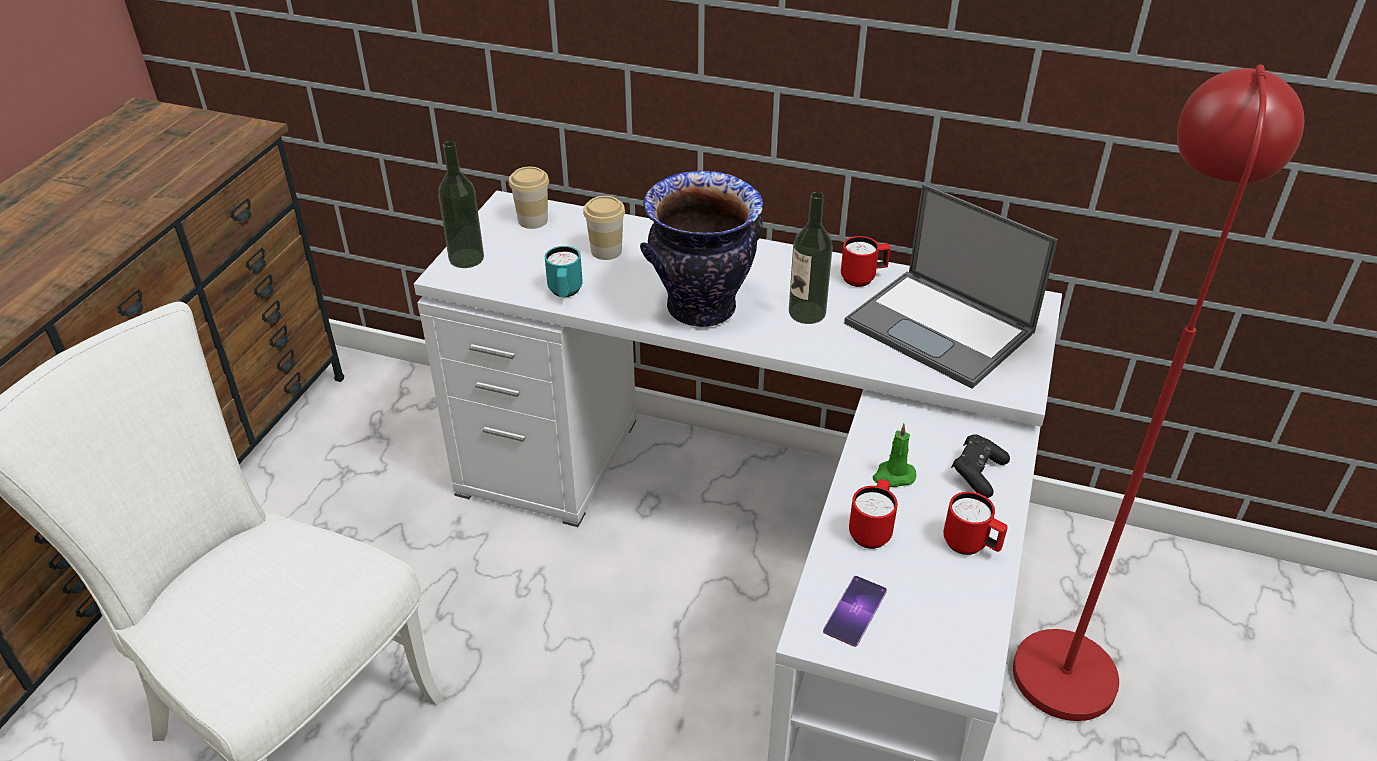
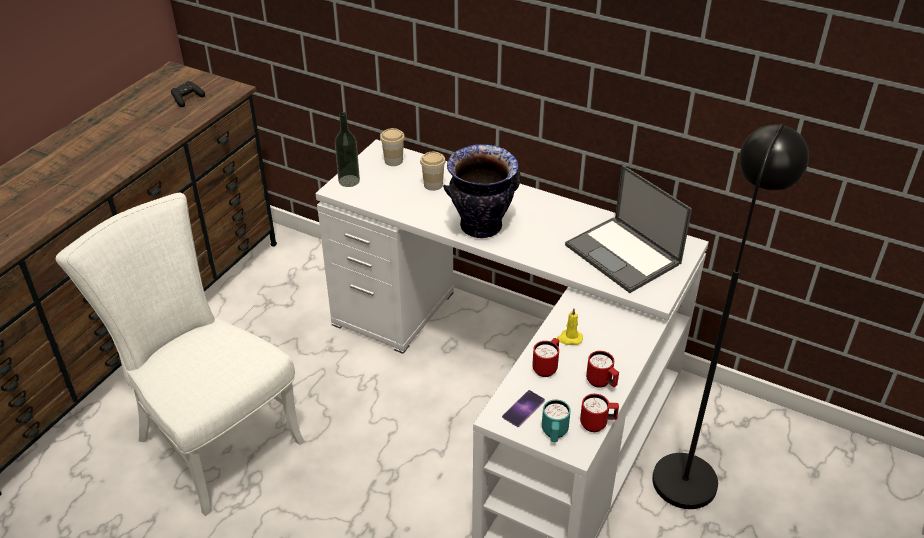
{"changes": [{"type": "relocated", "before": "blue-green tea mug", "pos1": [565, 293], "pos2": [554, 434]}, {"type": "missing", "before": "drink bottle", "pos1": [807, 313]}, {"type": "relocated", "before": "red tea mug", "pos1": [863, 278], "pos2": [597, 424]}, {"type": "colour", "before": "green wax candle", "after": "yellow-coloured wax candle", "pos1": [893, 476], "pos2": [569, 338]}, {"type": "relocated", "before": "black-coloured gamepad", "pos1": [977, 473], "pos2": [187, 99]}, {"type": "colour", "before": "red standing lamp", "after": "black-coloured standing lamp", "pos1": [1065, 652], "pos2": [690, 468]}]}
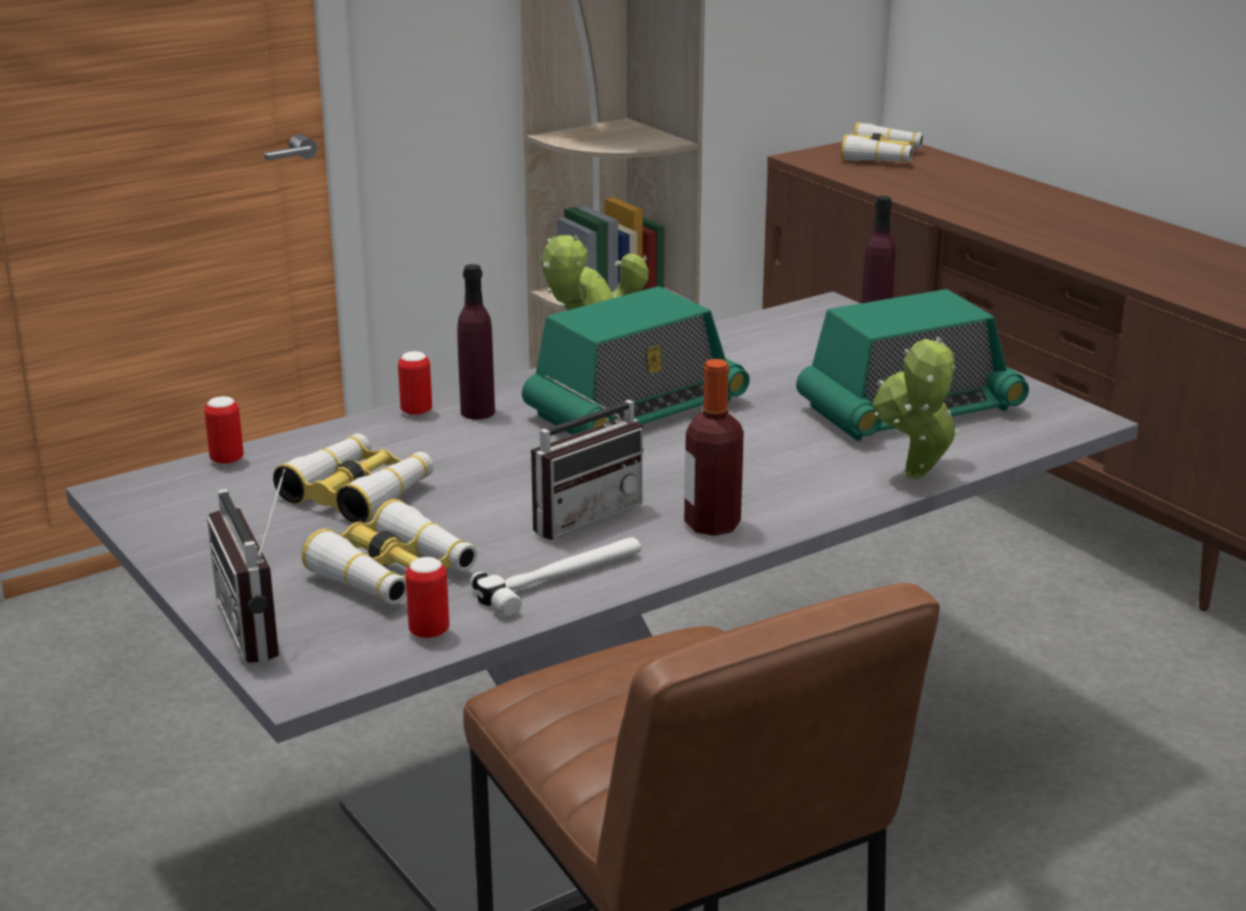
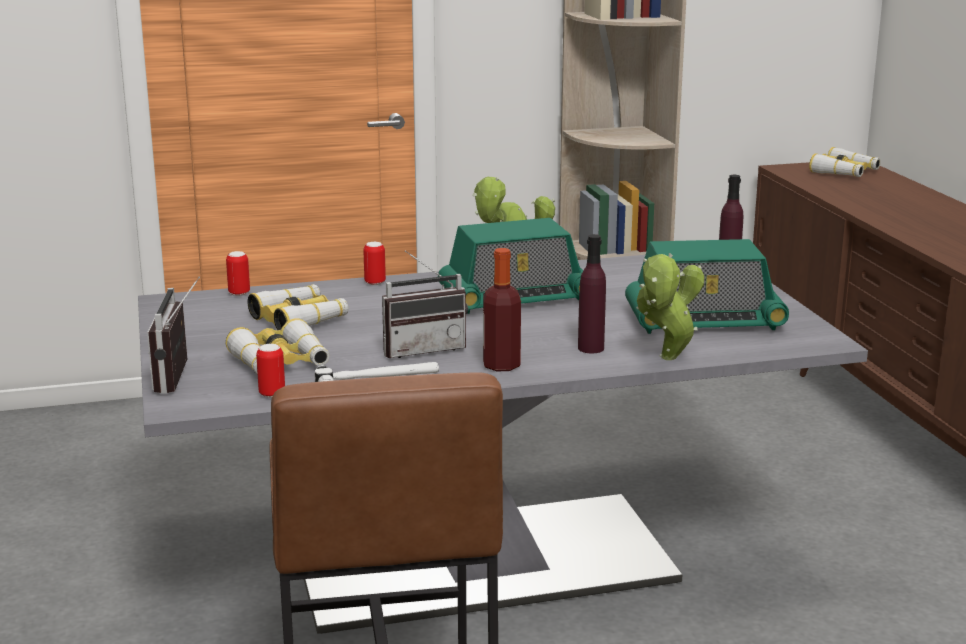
{"changes": [{"type": "relocated", "before": "purple drink bottle", "pos1": [477, 412], "pos2": [590, 348]}]}
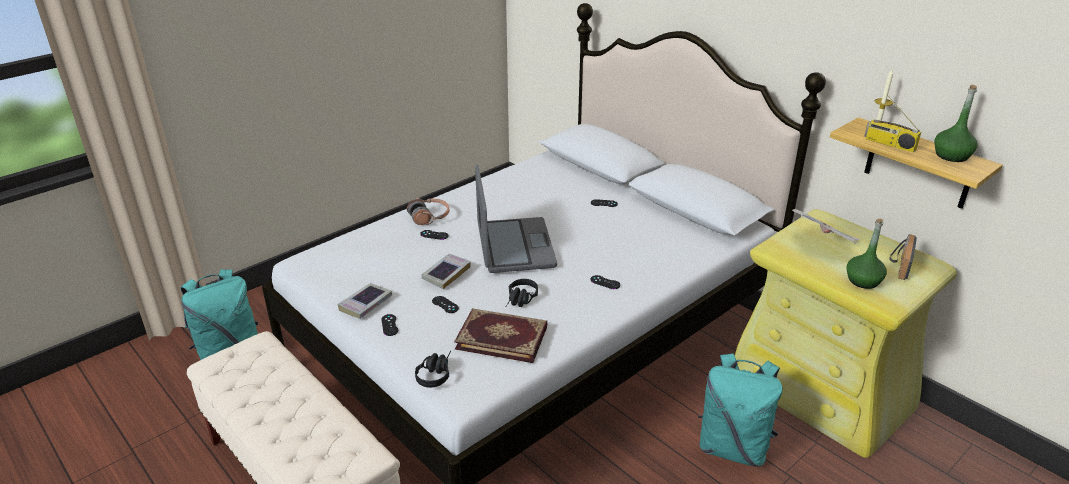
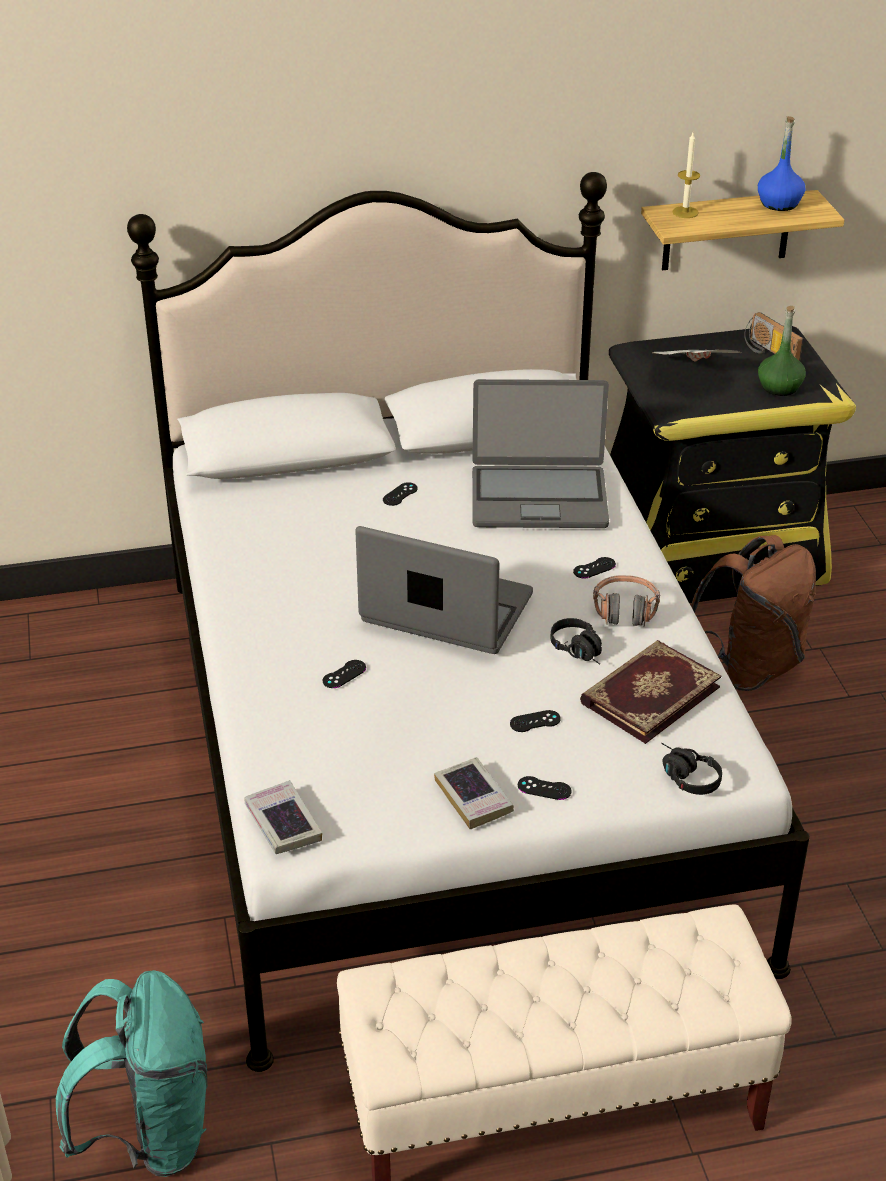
{"changes": [{"type": "relocated", "before": "headphones", "pos1": [429, 217], "pos2": [625, 610]}, {"type": "relocated", "before": "book", "pos1": [446, 274], "pos2": [283, 823]}, {"type": "colour", "before": "blue-green rucksack", "after": "brownish rucksack", "pos1": [733, 447], "pos2": [750, 667]}, {"type": "colour", "before": "yellow-coloured nightstand", "after": "black-coloured nightstand", "pos1": [822, 392], "pos2": [712, 558]}, {"type": "missing", "before": "radio", "pos1": [889, 144]}, {"type": "colour", "before": "green drink bottle", "after": "blue drink bottle", "pos1": [951, 156], "pos2": [779, 203]}, {"type": "appeared", "after": "laptop", "pos2": [538, 498]}]}
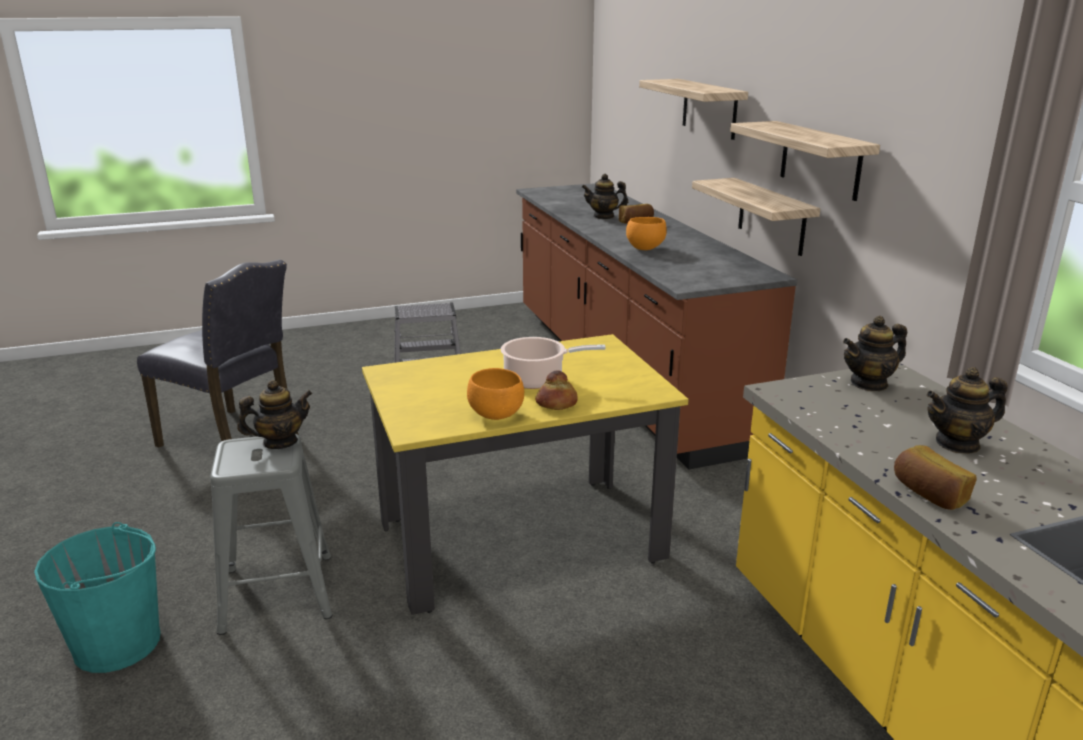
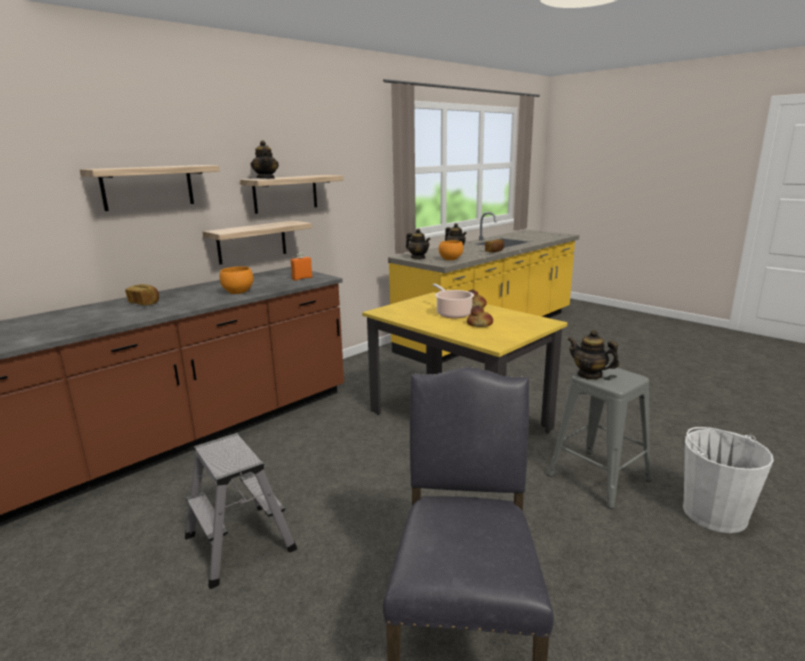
{"changes": [{"type": "colour", "before": "blue-green bucket", "after": "whitish bucket", "pos1": [118, 644], "pos2": [714, 513]}, {"type": "relocated", "before": "orange serving bowl", "pos1": [497, 415], "pos2": [450, 259]}, {"type": "relocated", "before": "pot for tea", "pos1": [603, 216], "pos2": [266, 178]}, {"type": "appeared", "after": "orange drink bottle", "pos2": [302, 278]}, {"type": "appeared", "after": "bakery bread", "pos2": [480, 324]}]}
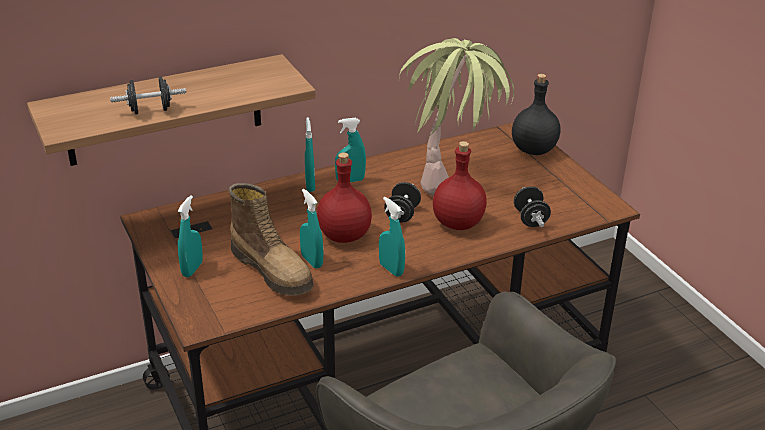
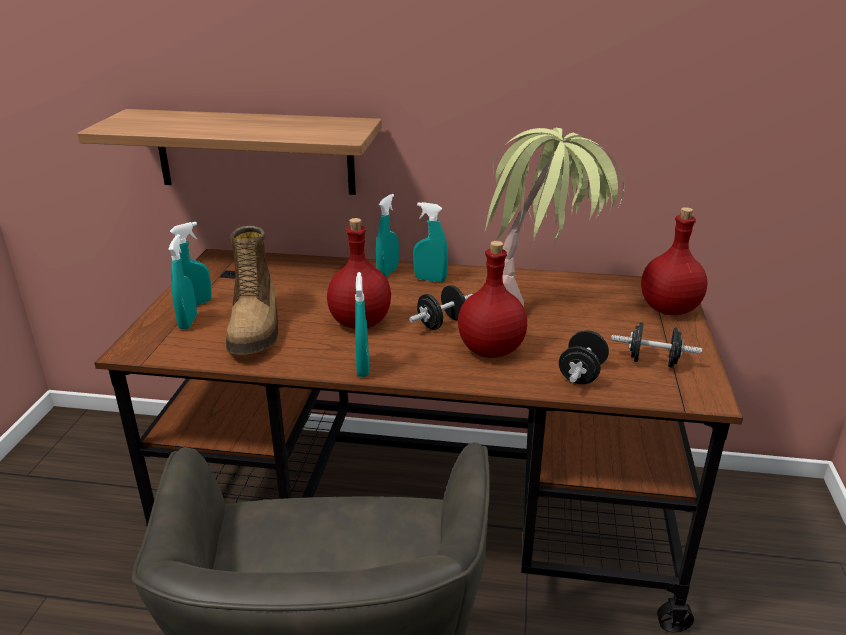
{"changes": [{"type": "relocated", "before": "black-coloured dumbbell", "pos1": [150, 110], "pos2": [652, 361]}, {"type": "relocated", "before": "blue-green hand sprayer", "pos1": [312, 261], "pos2": [188, 322]}, {"type": "colour", "before": "black-coloured drink bottle", "after": "red drink bottle", "pos1": [533, 149], "pos2": [668, 308]}]}
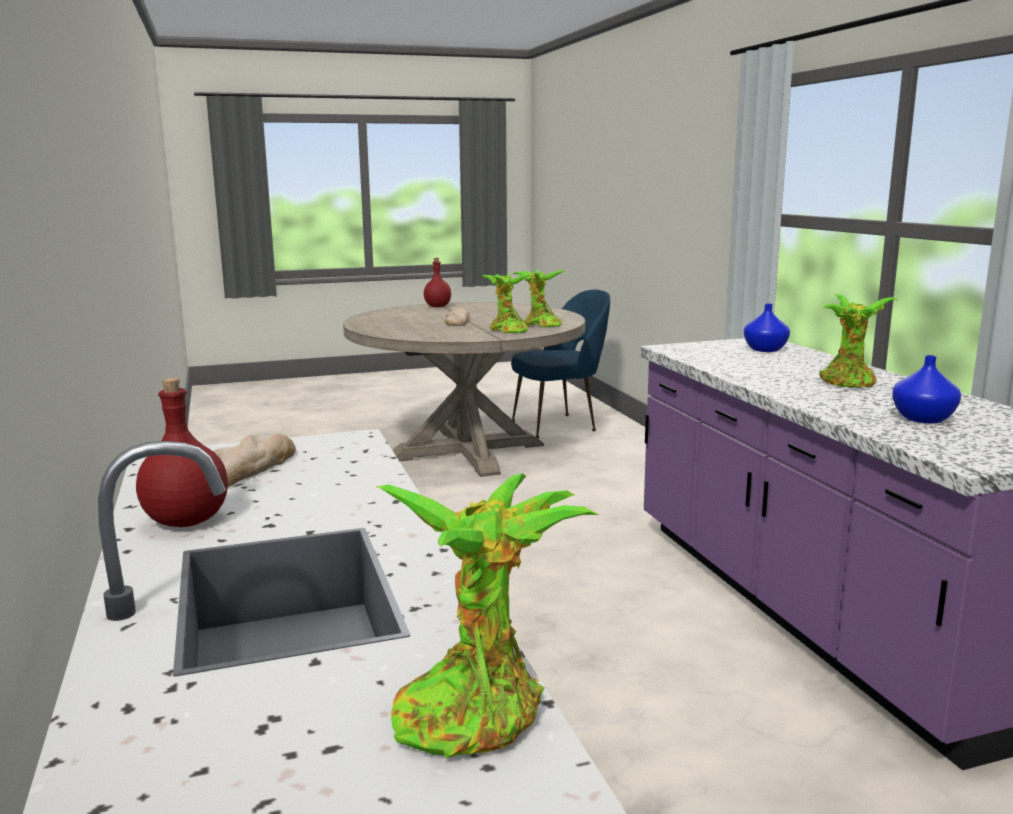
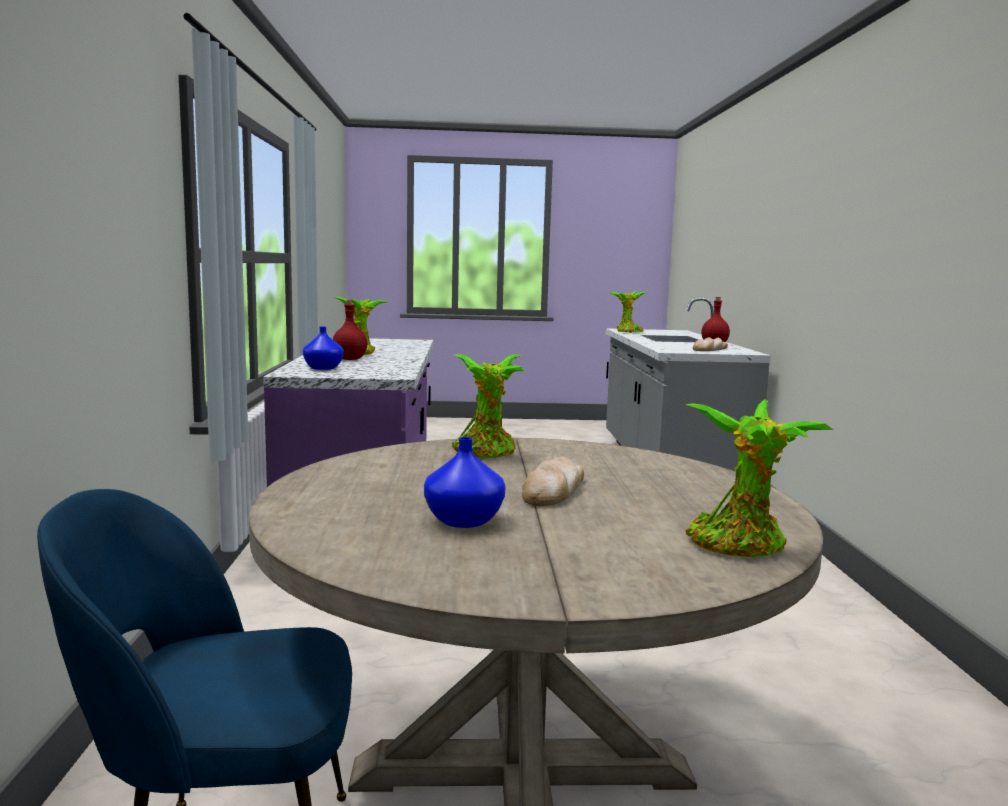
{"changes": [{"type": "relocated", "before": "red drink bottle", "pos1": [437, 306], "pos2": [350, 359]}, {"type": "relocated", "before": "potted plant", "pos1": [540, 325], "pos2": [740, 546]}, {"type": "relocated", "before": "blue vase", "pos1": [921, 418], "pos2": [464, 521]}]}
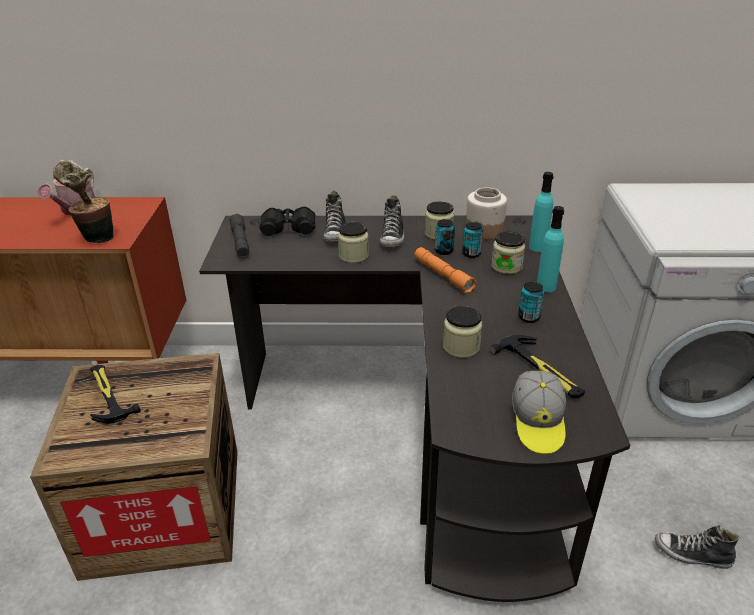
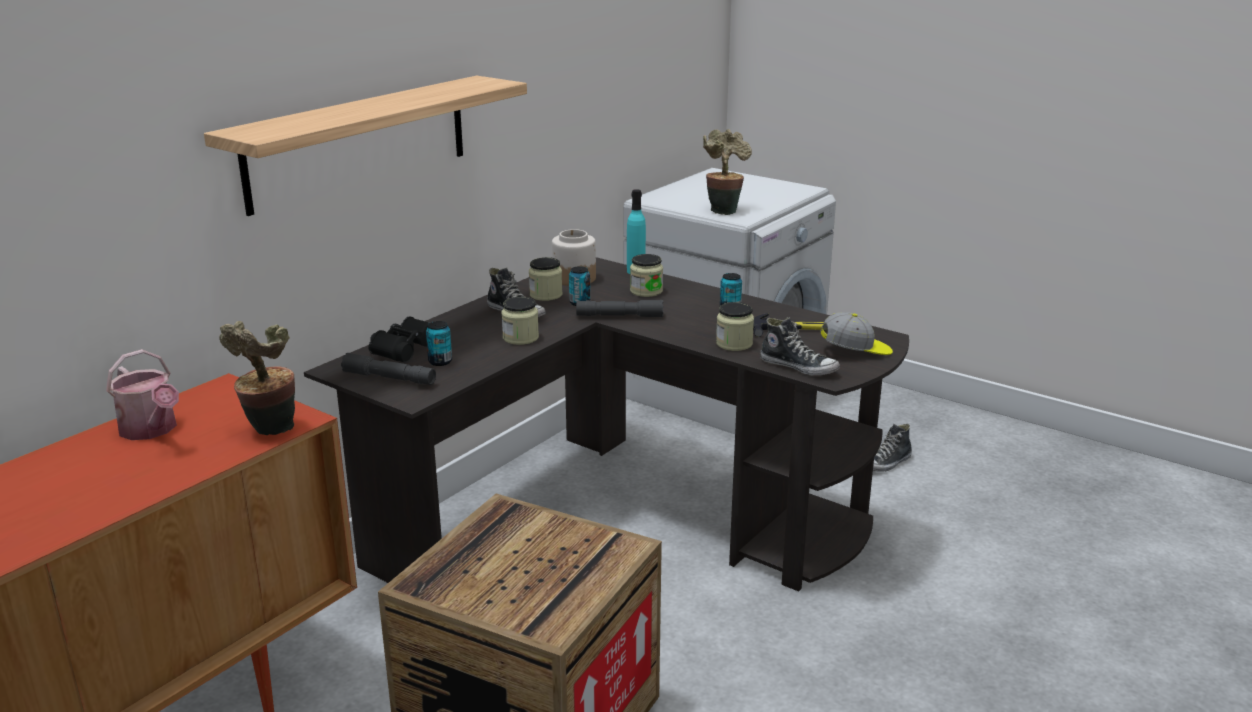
{"changes": [{"type": "missing", "before": "hammer", "pos1": [107, 395]}, {"type": "relocated", "before": "low shoe", "pos1": [336, 232], "pos2": [799, 367]}, {"type": "colour", "before": "orange torch", "after": "gray torch", "pos1": [443, 275], "pos2": [619, 316]}, {"type": "relocated", "before": "can", "pos1": [471, 254], "pos2": [440, 362]}, {"type": "spun", "before": "peaked cap", "pos1": [537, 423], "pos2": [855, 351], "turn": -45}, {"type": "missing", "before": "blue-green drink bottle", "pos1": [546, 287]}, {"type": "appeared", "after": "bracket shelf", "pos2": [359, 142]}, {"type": "appeared", "after": "potted plant", "pos2": [723, 210]}]}
